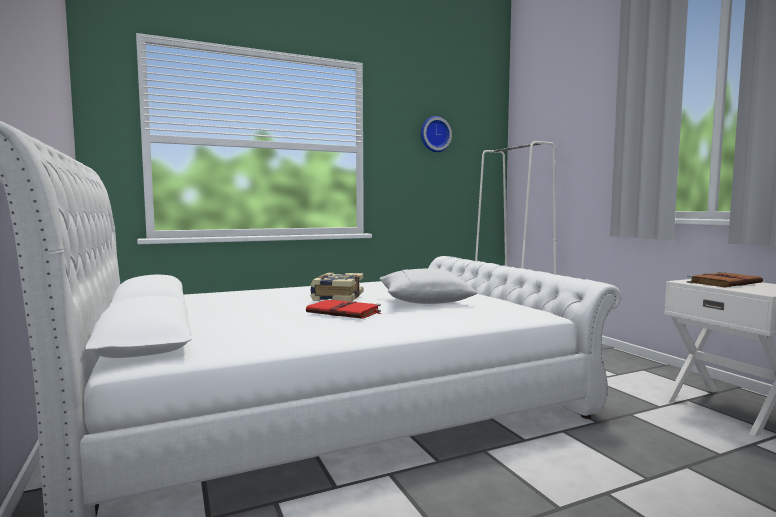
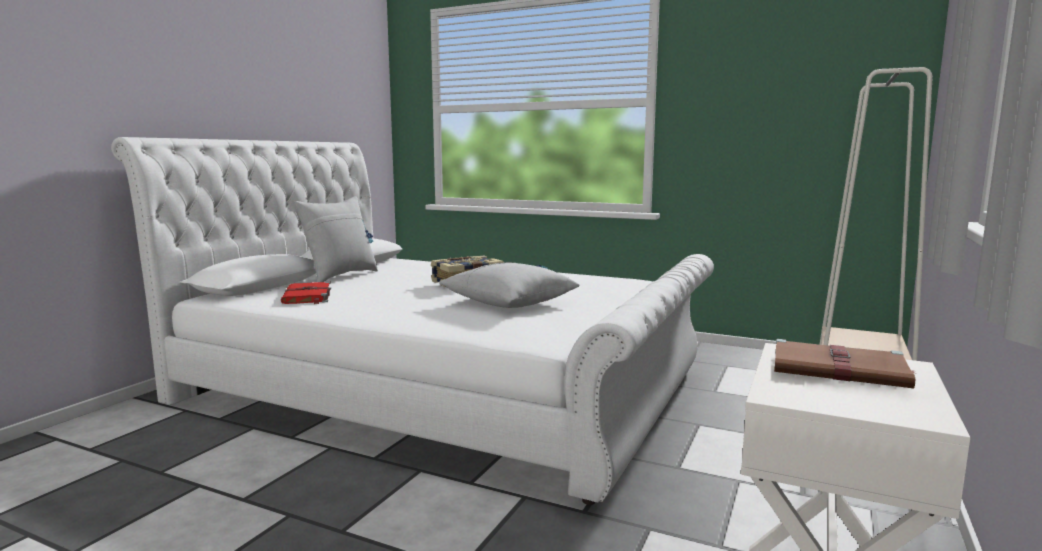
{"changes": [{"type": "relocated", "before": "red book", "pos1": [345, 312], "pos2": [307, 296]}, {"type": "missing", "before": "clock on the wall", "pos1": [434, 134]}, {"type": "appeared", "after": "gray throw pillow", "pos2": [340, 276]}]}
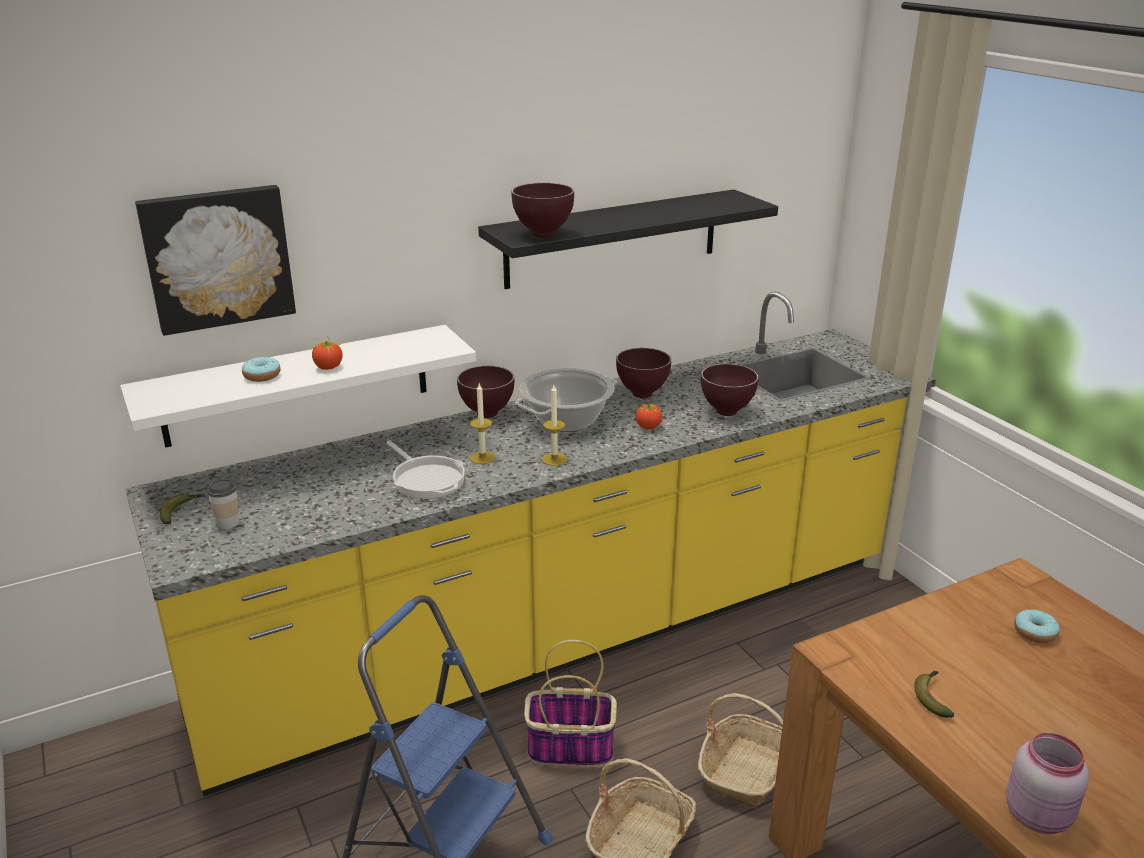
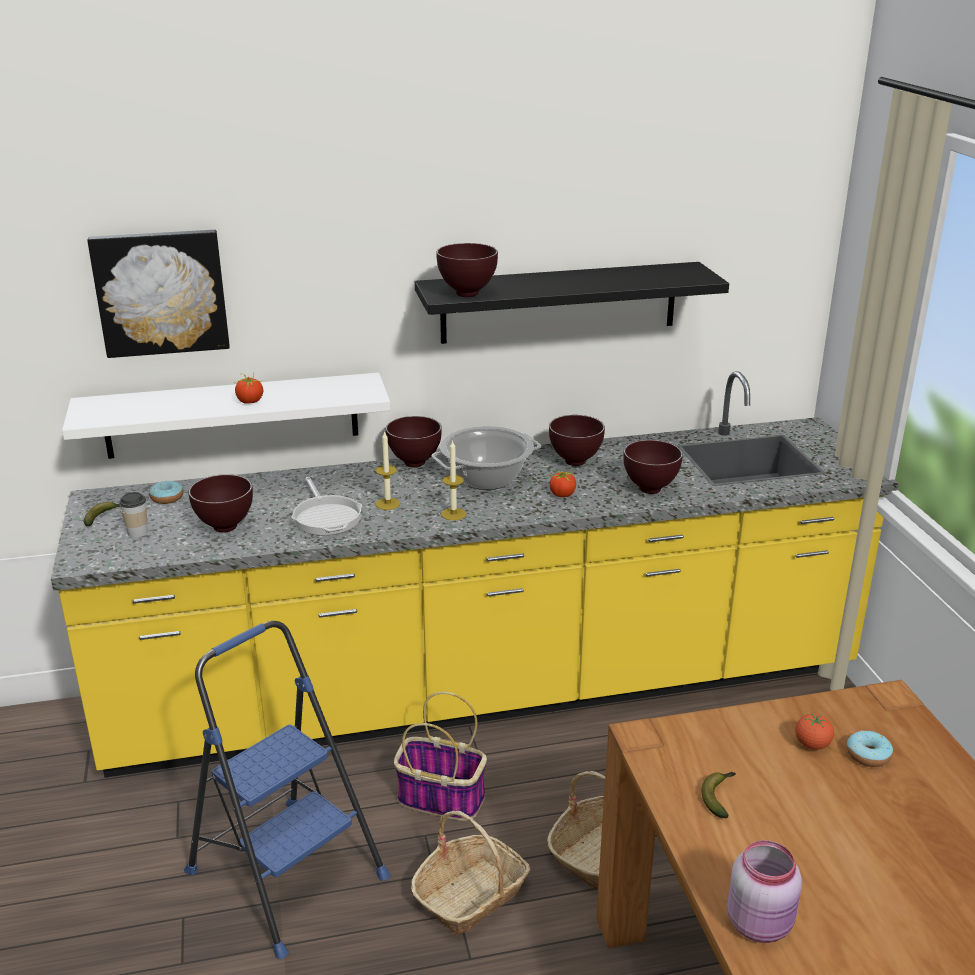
{"changes": [{"type": "relocated", "before": "donut", "pos1": [262, 376], "pos2": [167, 498]}, {"type": "appeared", "after": "brownish serving bowl", "pos2": [224, 527]}, {"type": "appeared", "after": "tomato", "pos2": [812, 744]}]}
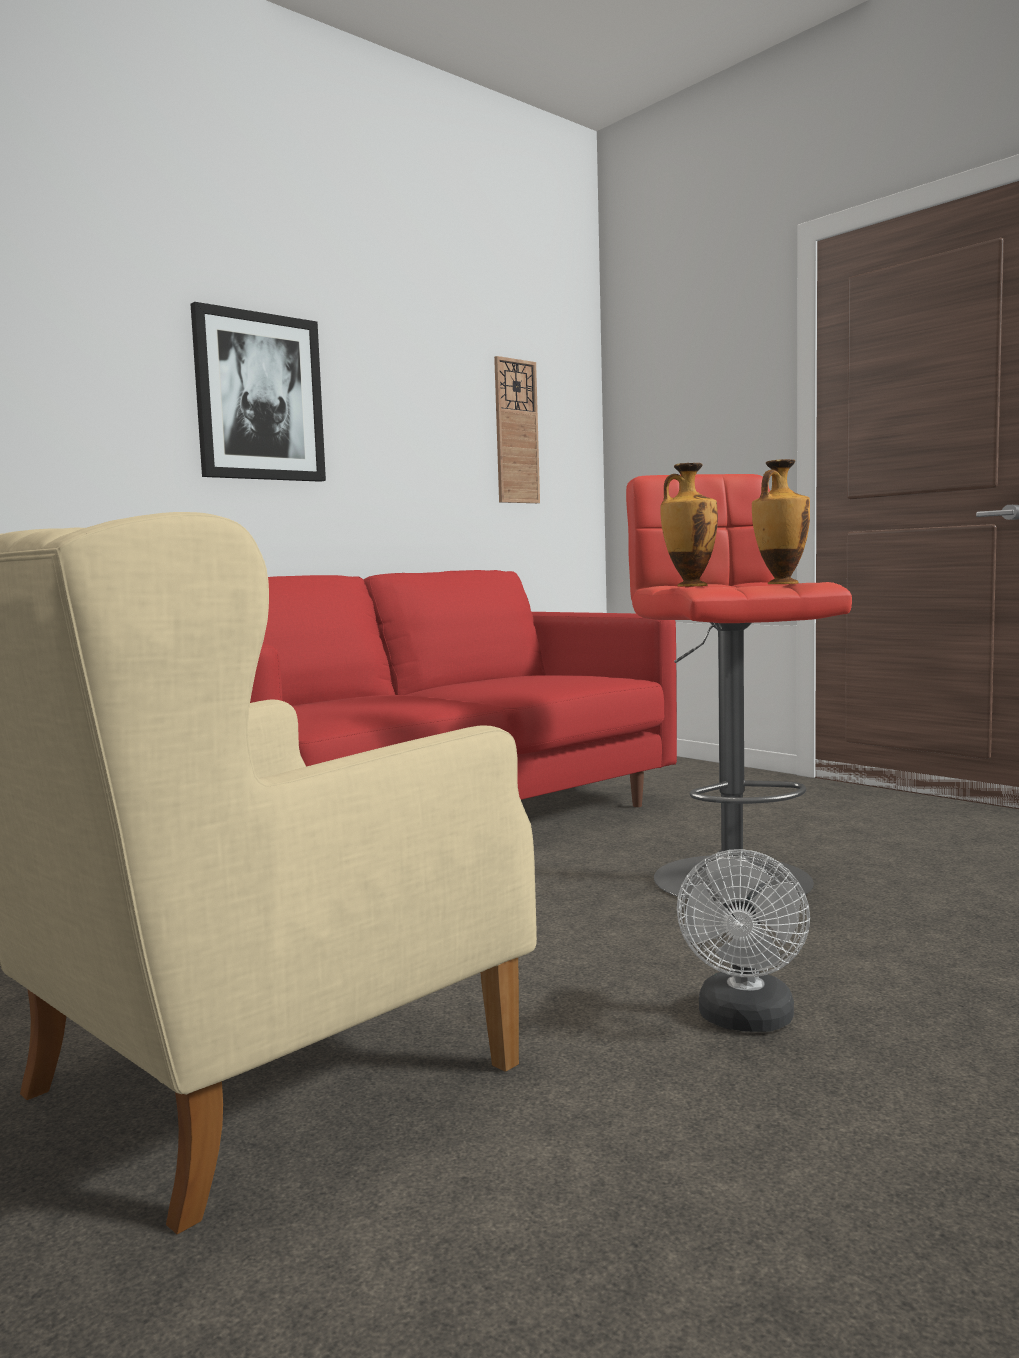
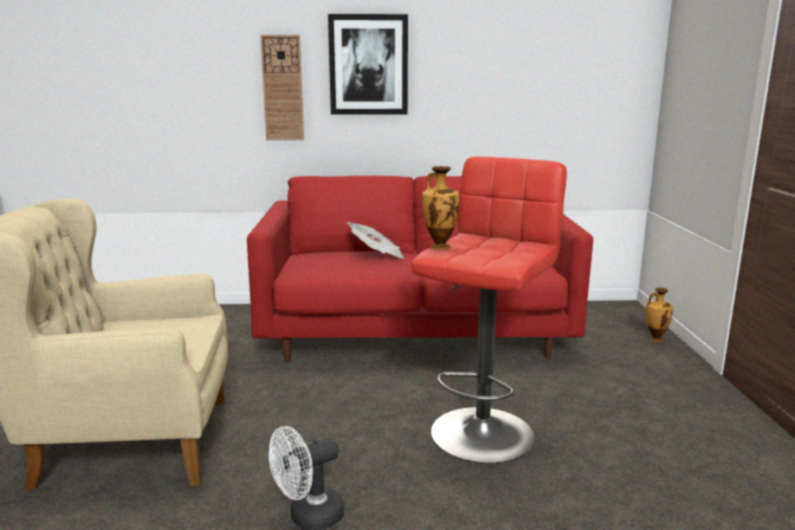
{"changes": [{"type": "relocated", "before": "clock on the wall", "pos1": [516, 431], "pos2": [283, 88]}, {"type": "relocated", "before": "vase", "pos1": [780, 584], "pos2": [655, 339]}, {"type": "appeared", "after": "newspaper", "pos2": [377, 255]}]}
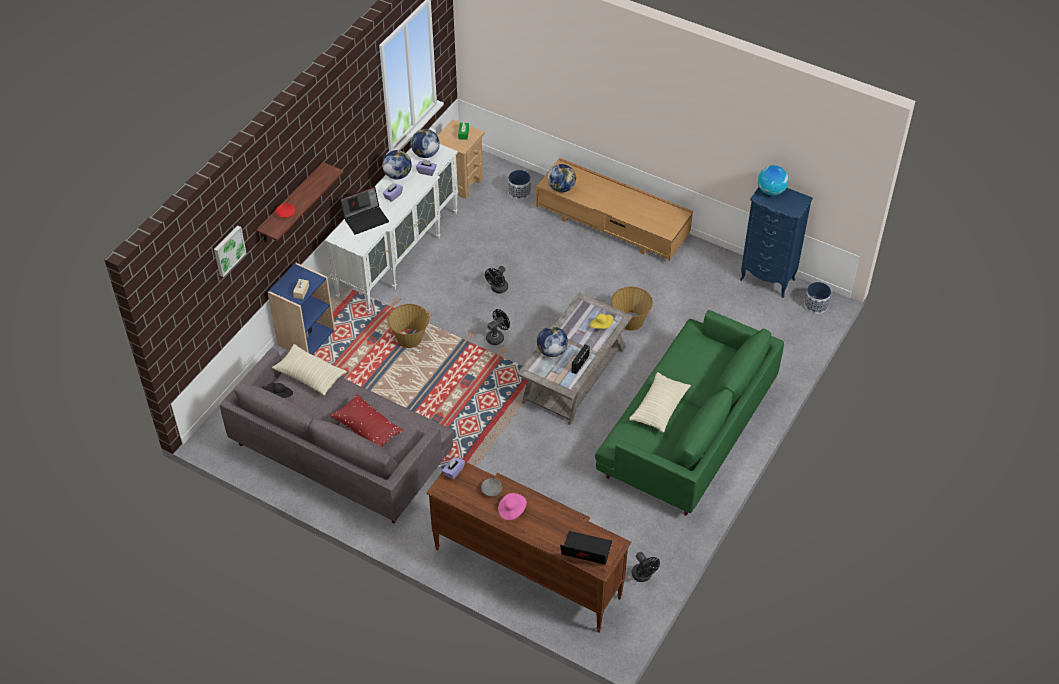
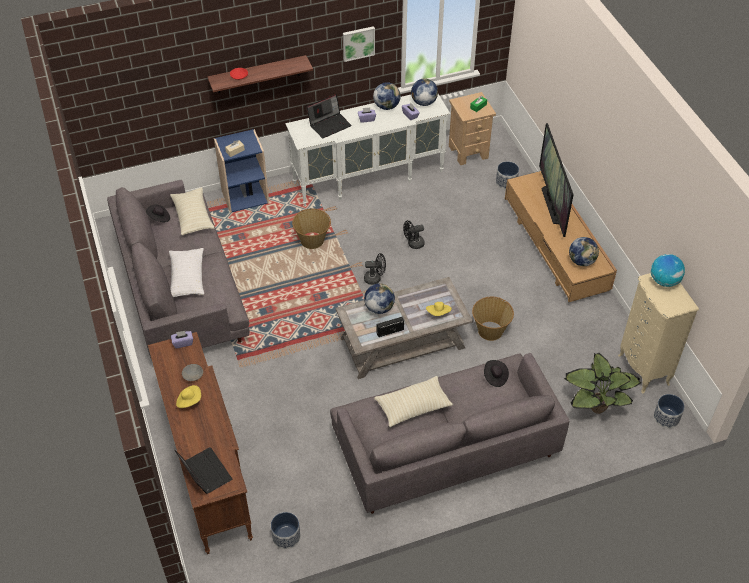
{"changes": [{"type": "relocated", "before": "picture", "pos1": [228, 250], "pos2": [358, 43]}, {"type": "colour", "before": "red throw pillow", "after": "whitish throw pillow", "pos1": [367, 429], "pos2": [187, 278]}, {"type": "spun", "before": "laptop", "pos1": [366, 219], "pos2": [329, 124], "turn": -45}, {"type": "colour", "before": "pink clothing hat", "after": "yellow-coloured clothing hat", "pos1": [511, 510], "pos2": [189, 401]}, {"type": "relocated", "before": "desk globe", "pos1": [561, 188], "pos2": [581, 261]}, {"type": "colour", "before": "green settee", "after": "gray settee", "pos1": [688, 430], "pos2": [445, 447]}, {"type": "exchanged", "before": "black-coloured electric fan", "after": "planter", "pos1": [643, 576], "pos2": [286, 536]}, {"type": "colour", "before": "blue dresser", "after": "beige dresser", "pos1": [766, 281], "pos2": [641, 370]}, {"type": "appeared", "after": "black-coloured clothing hat", "pos2": [495, 377]}, {"type": "appeared", "after": "TV set", "pos2": [552, 205]}, {"type": "appeared", "after": "potted plant", "pos2": [596, 406]}]}
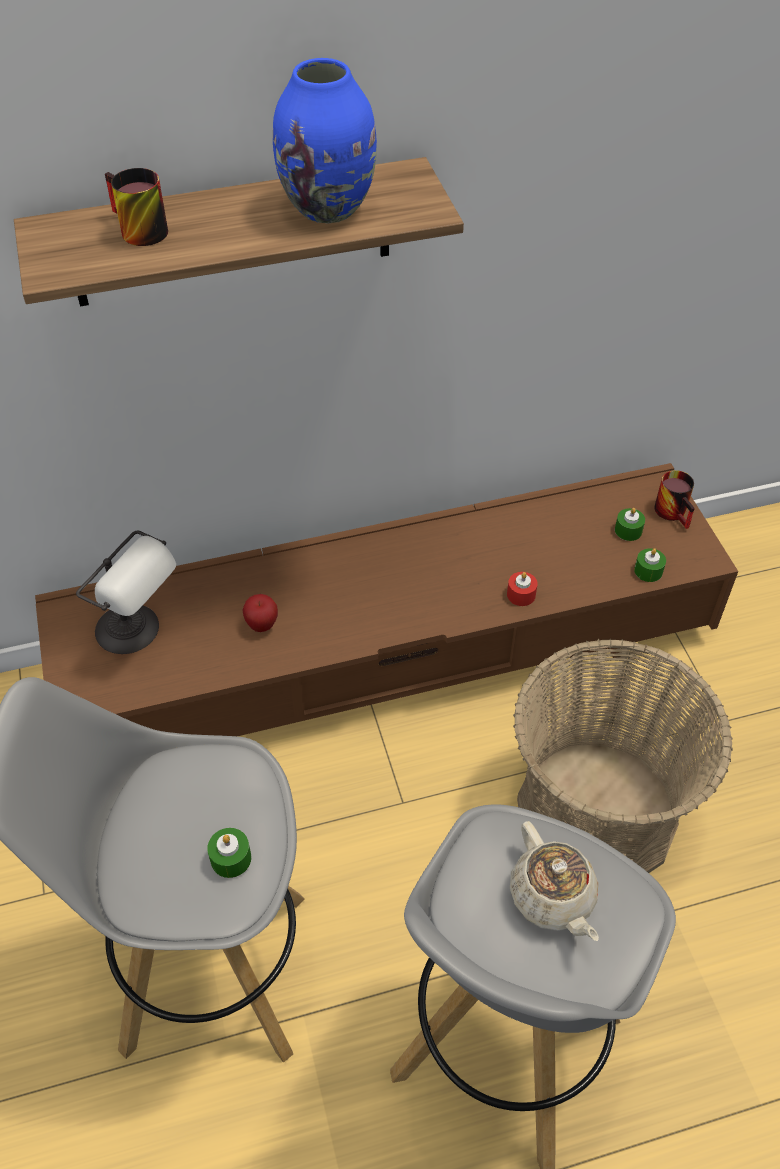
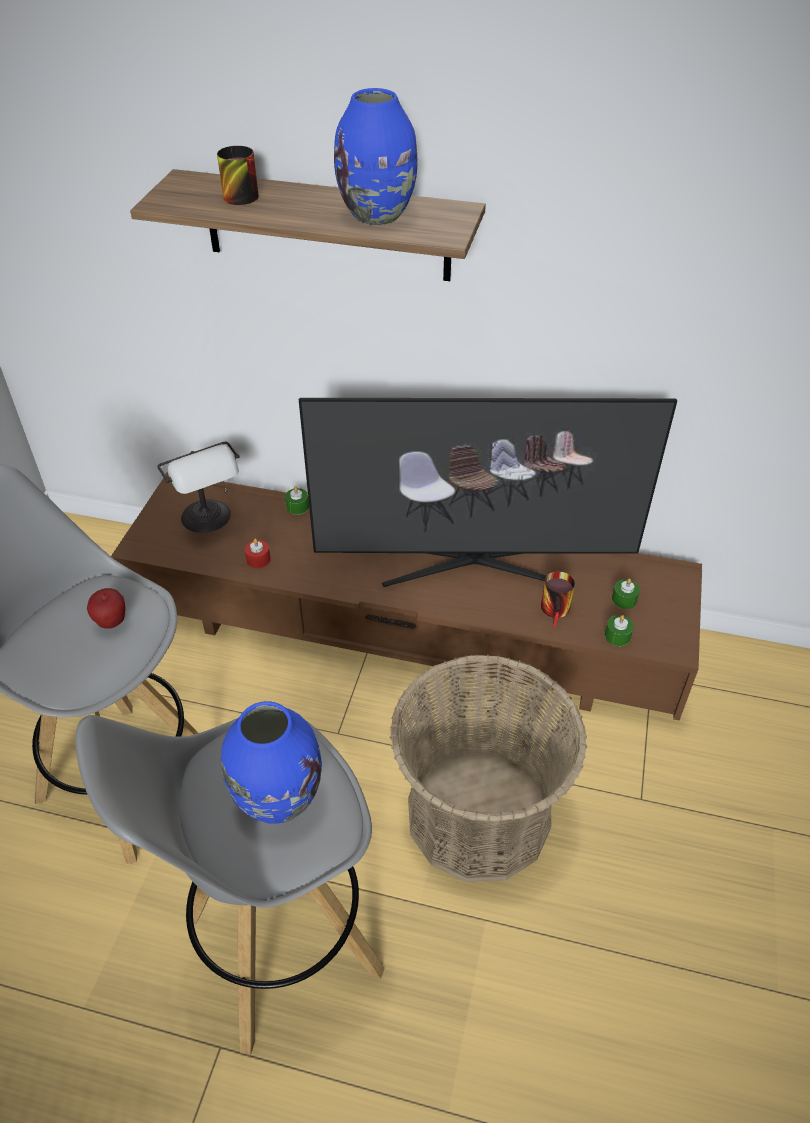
{"changes": [{"type": "relocated", "before": "green wax candle", "pos1": [231, 858], "pos2": [297, 507]}, {"type": "relocated", "before": "apple fruit", "pos1": [262, 625], "pos2": [112, 622]}, {"type": "relocated", "before": "red wax candle", "pos1": [521, 594], "pos2": [258, 559]}, {"type": "exchanged", "before": "beige pot for tea", "after": "blue vase", "pos1": [552, 898], "pos2": [278, 797]}, {"type": "relocated", "before": "tea mug", "pos1": [675, 512], "pos2": [558, 611]}, {"type": "appeared", "after": "TV set", "pos2": [473, 564]}]}
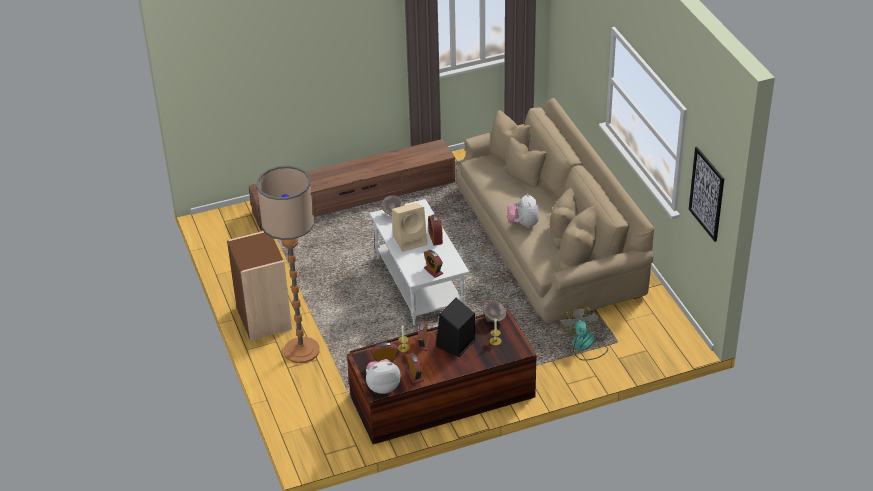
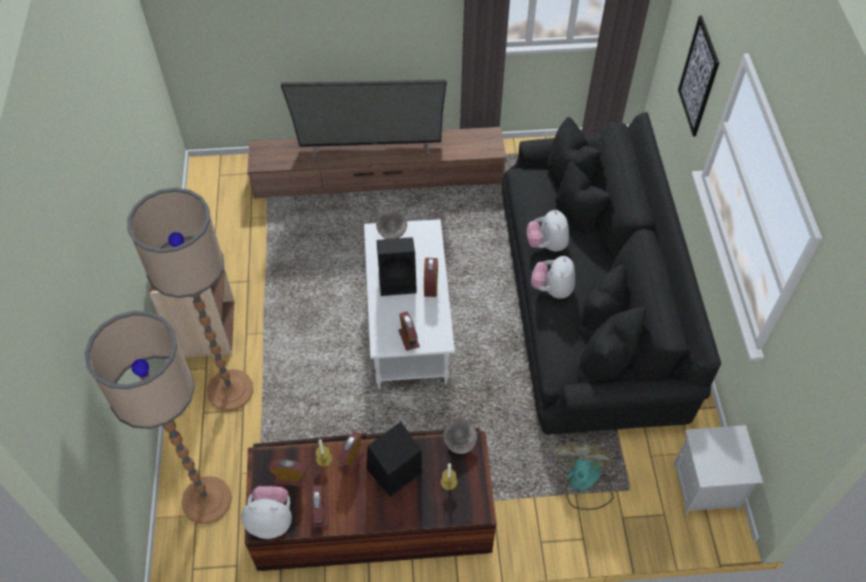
{"changes": [{"type": "colour", "before": "beige loudspeaker", "after": "black-coloured loudspeaker", "pos1": [410, 240], "pos2": [398, 280]}, {"type": "colour", "before": "beige settee", "after": "black-coloured settee", "pos1": [548, 241], "pos2": [588, 300]}, {"type": "relocated", "before": "picture", "pos1": [707, 194], "pos2": [698, 77]}, {"type": "appeared", "after": "standing lamp", "pos2": [206, 500]}, {"type": "appeared", "after": "TV set", "pos2": [370, 146]}, {"type": "appeared", "after": "plush toy", "pos2": [547, 245]}, {"type": "appeared", "after": "gray nightstand", "pos2": [706, 488]}]}
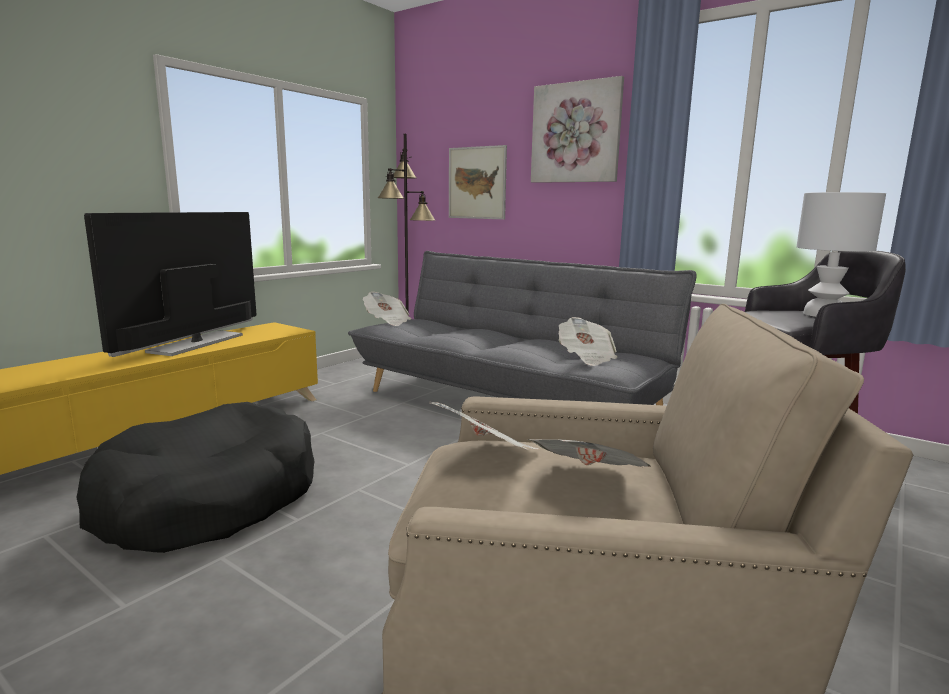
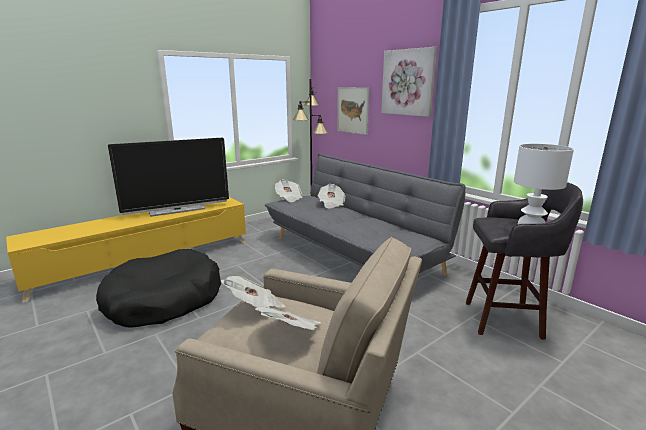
{"changes": [{"type": "spun", "before": "TV set", "pos1": [196, 343], "pos2": [177, 210], "turn": -150}, {"type": "relocated", "before": "newspaper", "pos1": [586, 357], "pos2": [331, 204]}]}
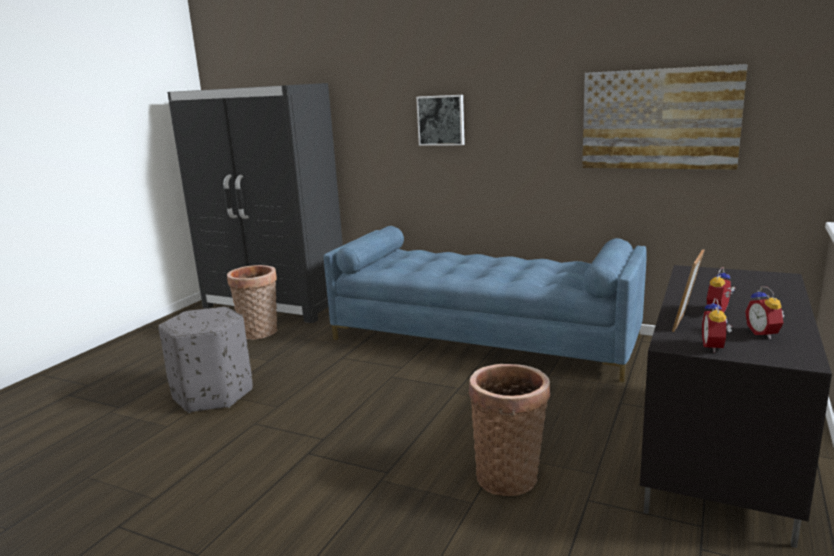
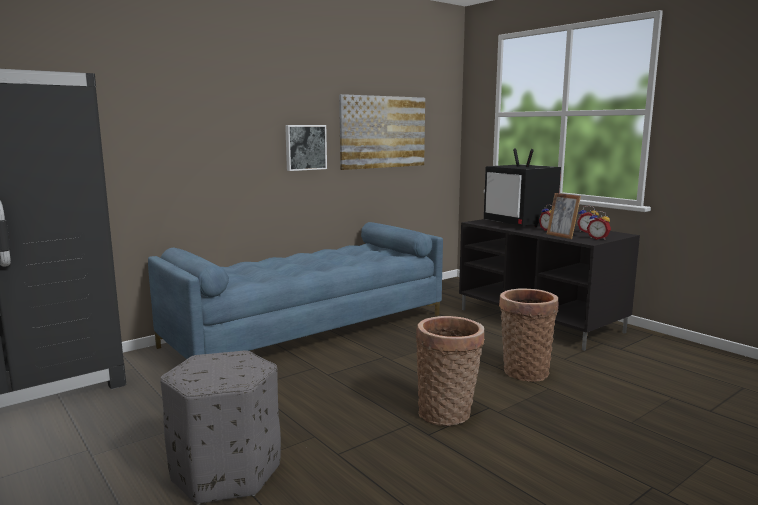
{"changes": [{"type": "relocated", "before": "storage basket", "pos1": [259, 333], "pos2": [448, 413]}, {"type": "relocated", "before": "picture", "pos1": [441, 120], "pos2": [305, 147]}, {"type": "appeared", "after": "TV set", "pos2": [520, 224]}]}
